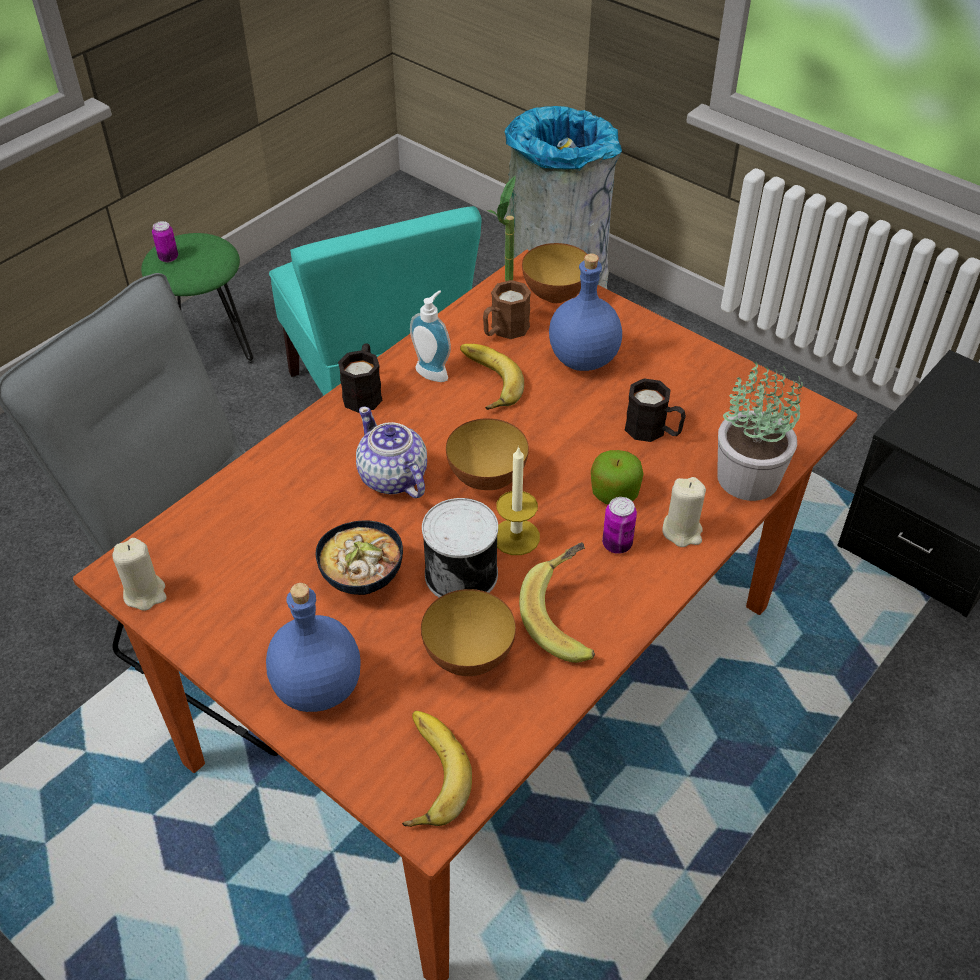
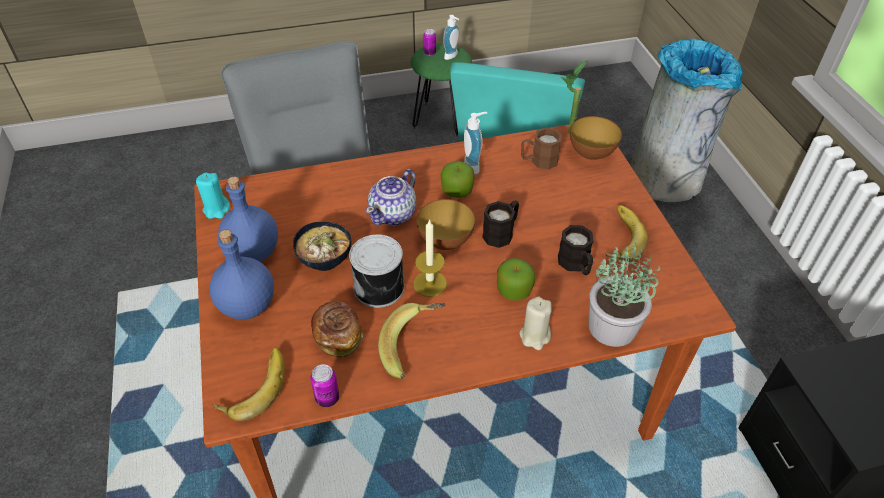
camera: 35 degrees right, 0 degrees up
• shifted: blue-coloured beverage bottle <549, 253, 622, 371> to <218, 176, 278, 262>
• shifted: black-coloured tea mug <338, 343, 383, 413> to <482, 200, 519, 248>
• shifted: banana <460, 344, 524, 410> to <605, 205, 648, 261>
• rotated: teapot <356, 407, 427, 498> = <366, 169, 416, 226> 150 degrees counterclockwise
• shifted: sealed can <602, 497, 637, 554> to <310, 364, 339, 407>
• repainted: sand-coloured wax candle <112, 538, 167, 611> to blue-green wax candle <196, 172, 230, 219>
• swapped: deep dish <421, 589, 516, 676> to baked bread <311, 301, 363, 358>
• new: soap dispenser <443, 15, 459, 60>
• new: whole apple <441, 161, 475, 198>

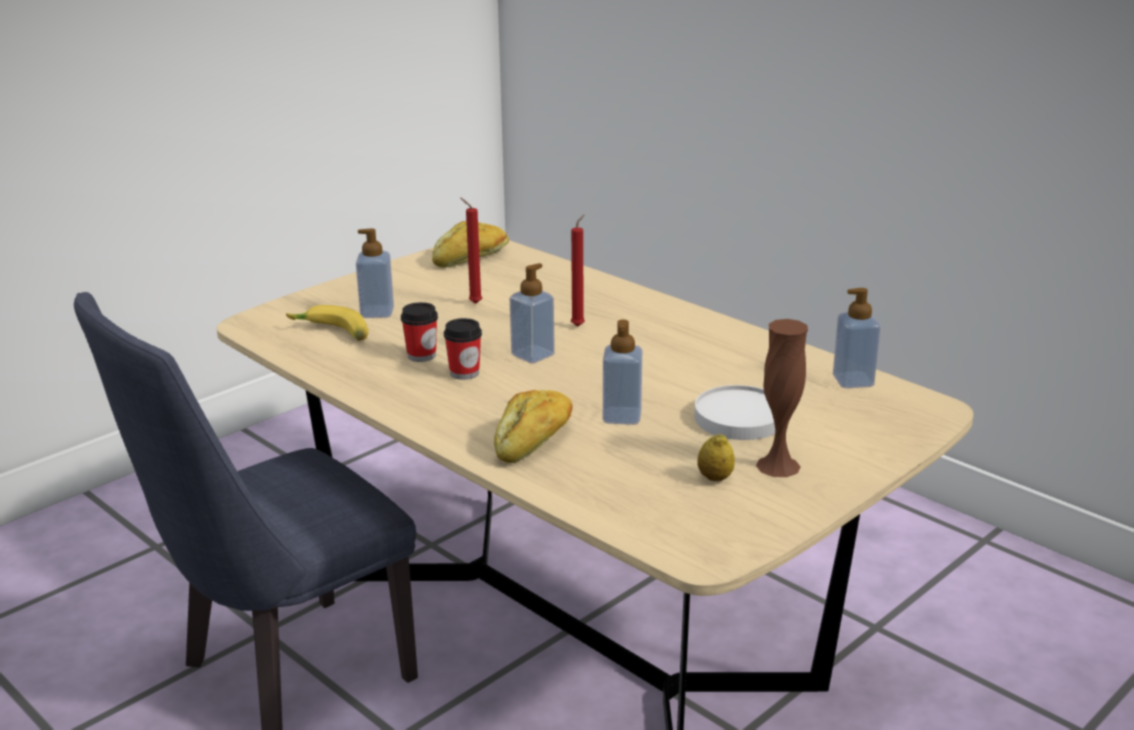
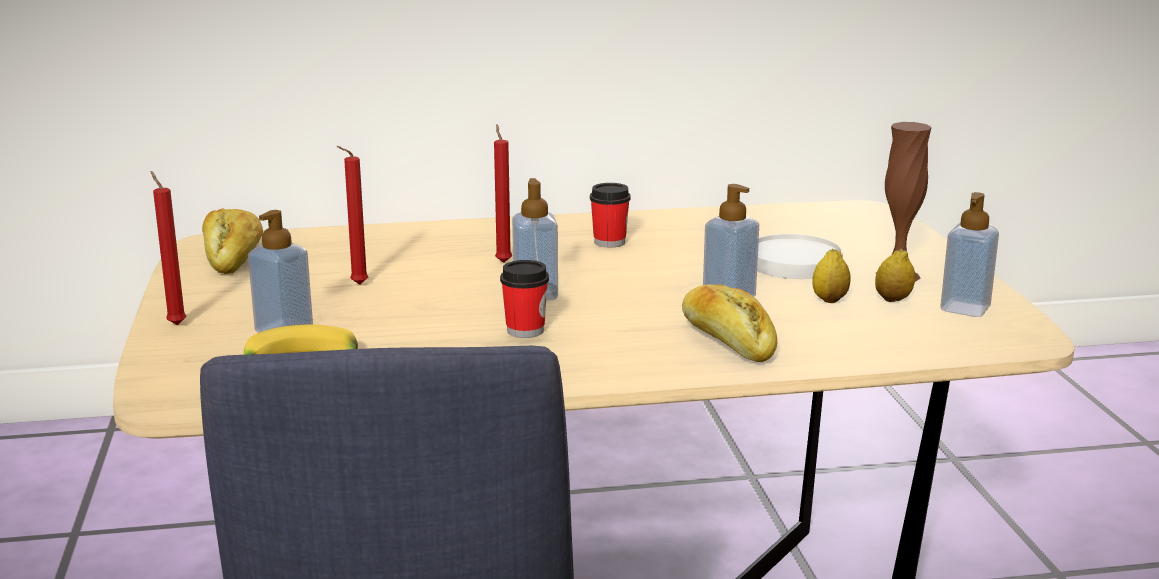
camera: 55 degrees left, 5 degrees down
• shifted: soap dispenser <833, 288, 881, 388> to <940, 192, 999, 317>
• shifted: small cup <401, 302, 438, 362> to <590, 183, 631, 248>
• new: red wax candle <151, 171, 187, 325>
• new: lemon <812, 249, 851, 303>

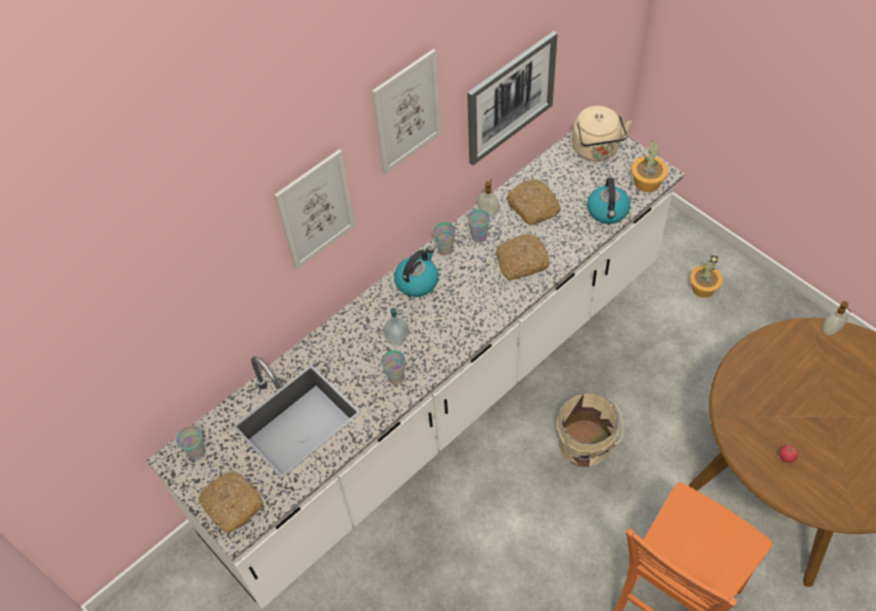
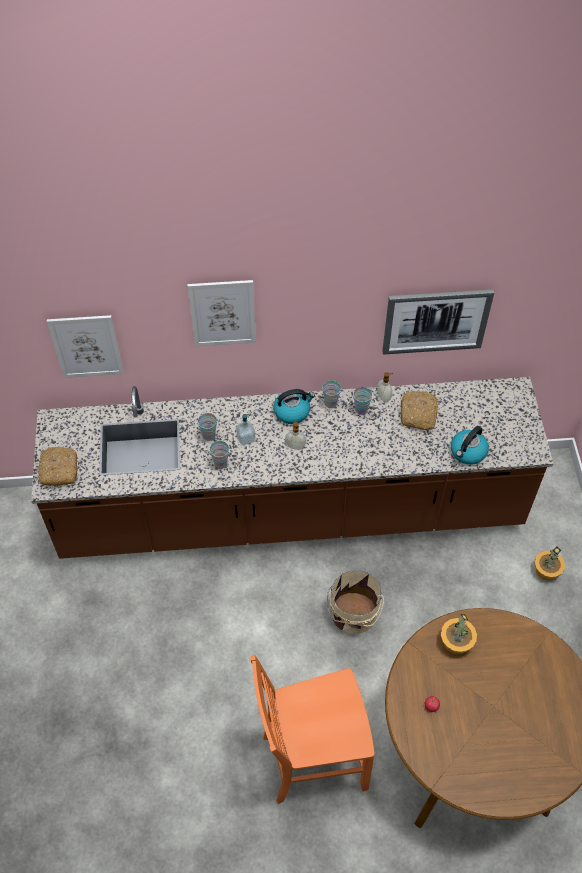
camera: 35 degrees right, 0 degrees up
• shifted: picture <372, 49, 441, 174> to <47, 315, 124, 378>
• gone: sand-coloured tea kettle <572, 106, 632, 162>
• repainted: white kitchen counter <147, 130, 685, 609> to brown kitchen counter <31, 377, 554, 559>
• shifted: plant in a pot <631, 140, 668, 193> to <441, 614, 477, 655>
• gone: baked bread <496, 234, 549, 280>
• shifted: soap dispenser <822, 301, 851, 336> to <285, 422, 307, 450>
• shifted: small cup <176, 426, 206, 460> to <198, 413, 217, 441>

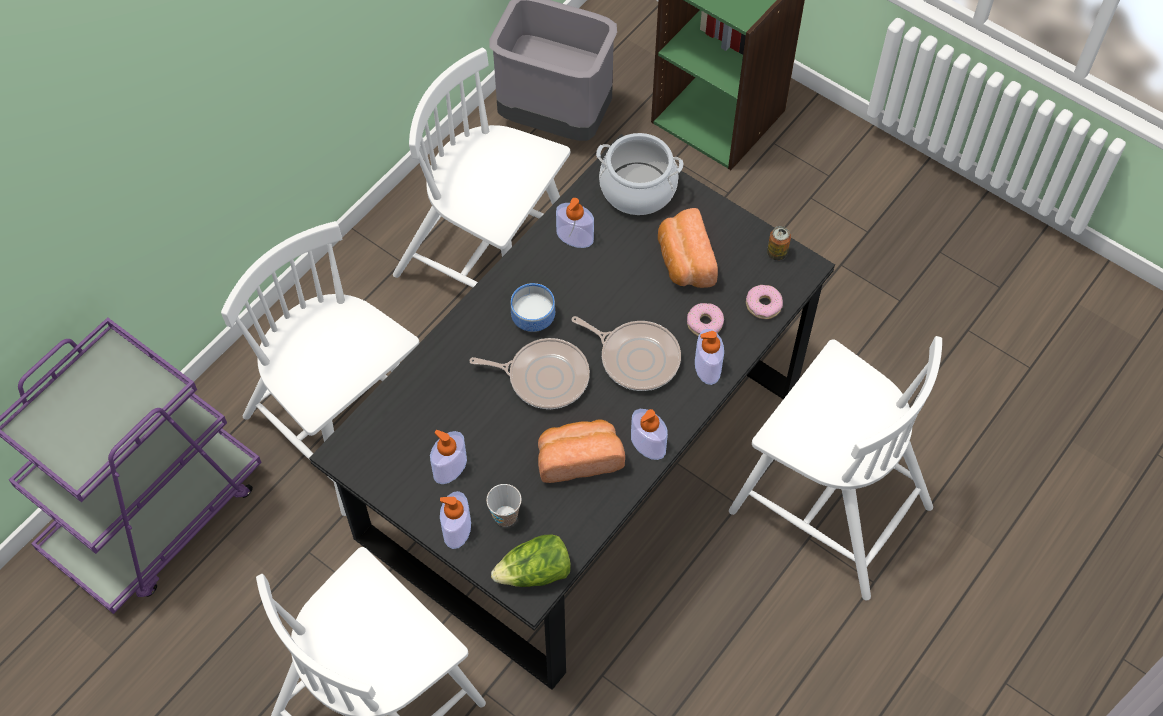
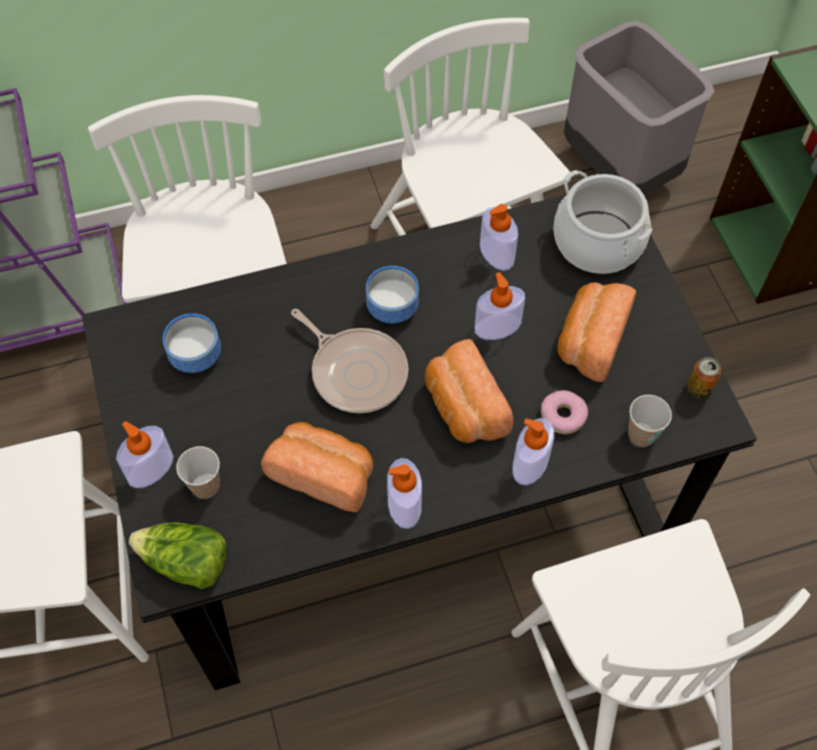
camera: 35 degrees right, 0 degrees up
• swapped: ring doughnut <746, 285, 783, 319> to small cup <628, 395, 672, 447>
• swapped: skillet <571, 316, 681, 391> to baked bread <425, 339, 514, 443>
• shifted: soap dispenser <430, 430, 467, 484> to <474, 272, 525, 340>
• new: deep dish <163, 314, 221, 373>

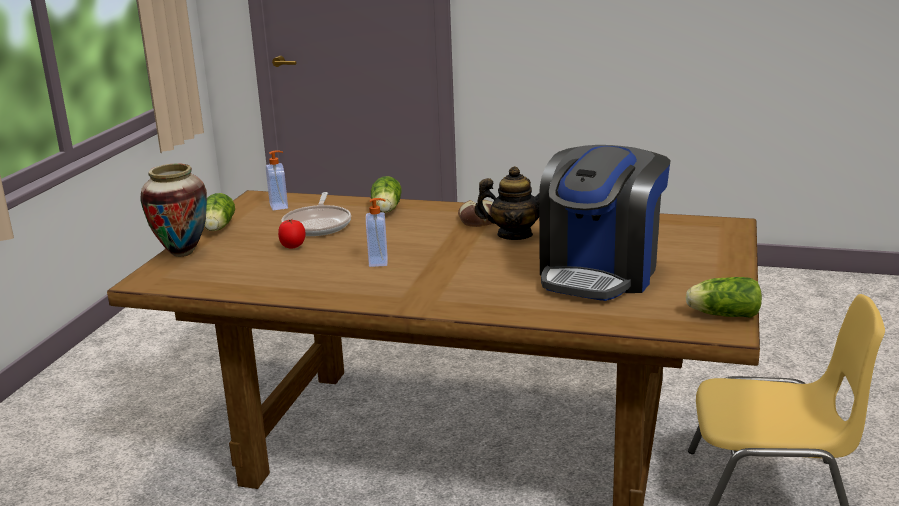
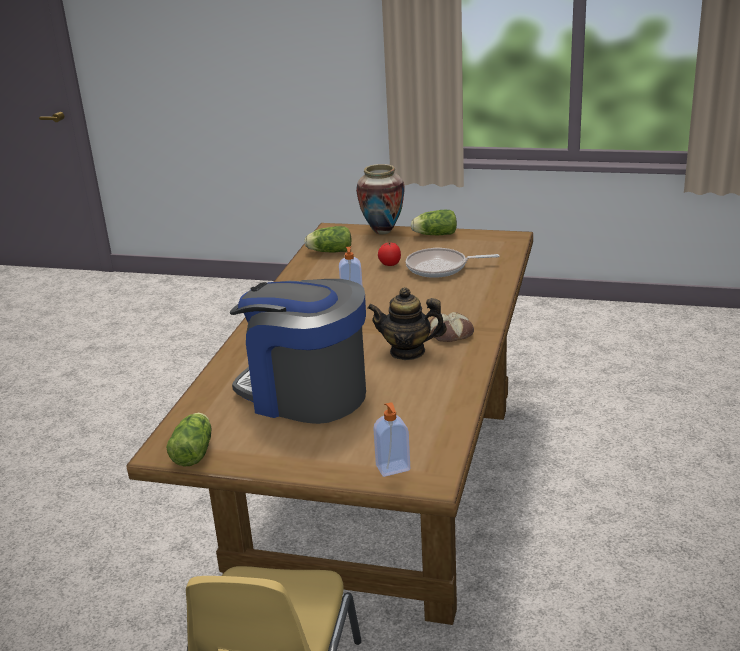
camera: 90 degrees right, 5 degrees up
• shifted: soap dispenser <266, 150, 288, 210> to <373, 402, 410, 477>
• rotated: teapot <474, 166, 539, 240> = <367, 287, 447, 360> 90 degrees clockwise
• shifted: head of lettuce <371, 176, 402, 213> to <304, 226, 352, 253>

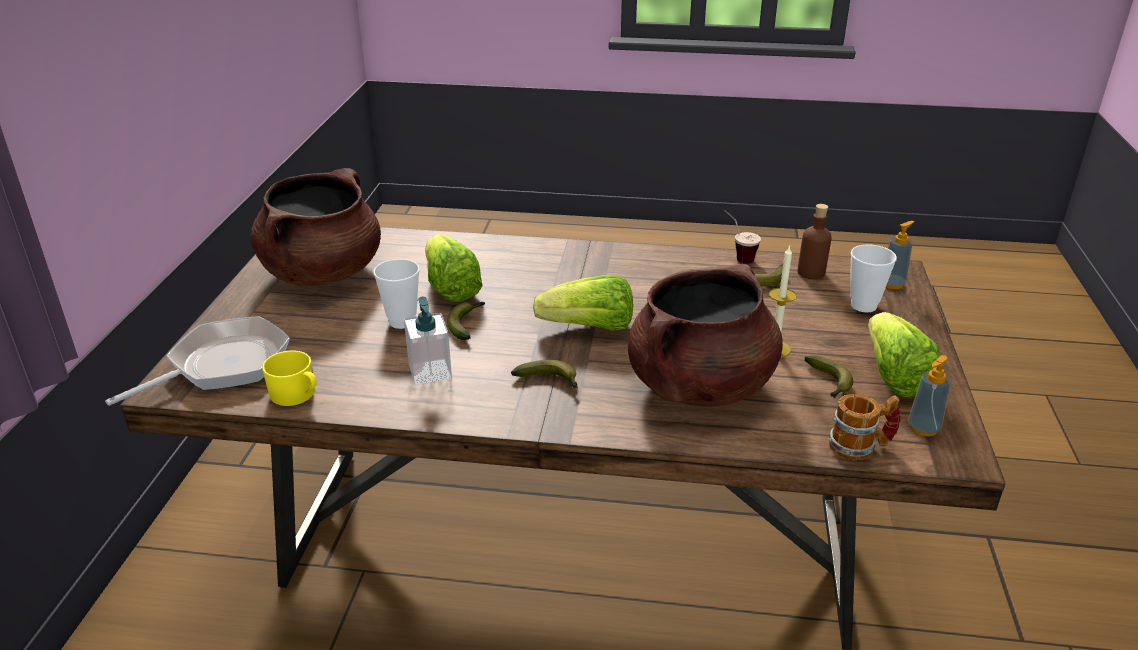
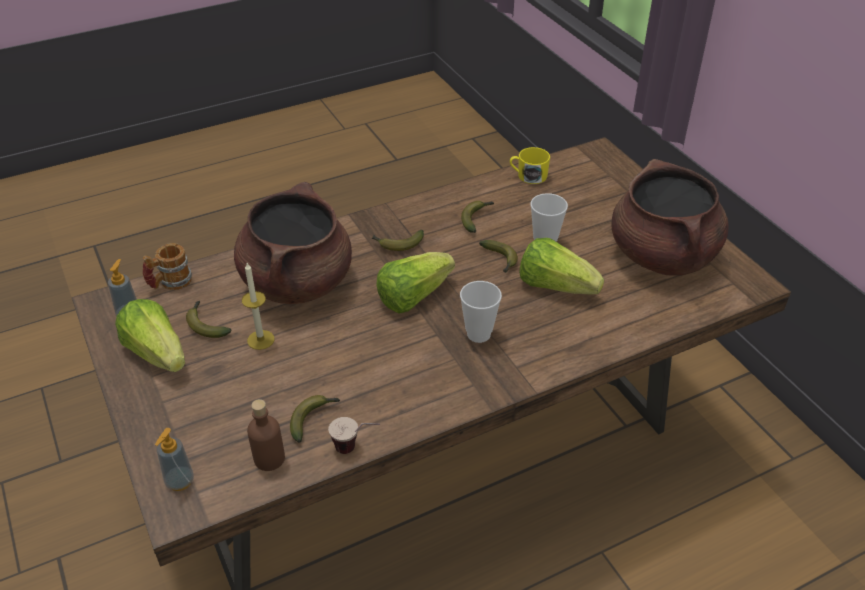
camera: 145 degrees right, 10 degrees up
• shifted: small cup <850, 244, 897, 312> to <460, 281, 502, 343>
• swapped: soap dispenser <404, 297, 452, 385> to banana <461, 201, 494, 233>
• gone: skillet <105, 316, 290, 406>

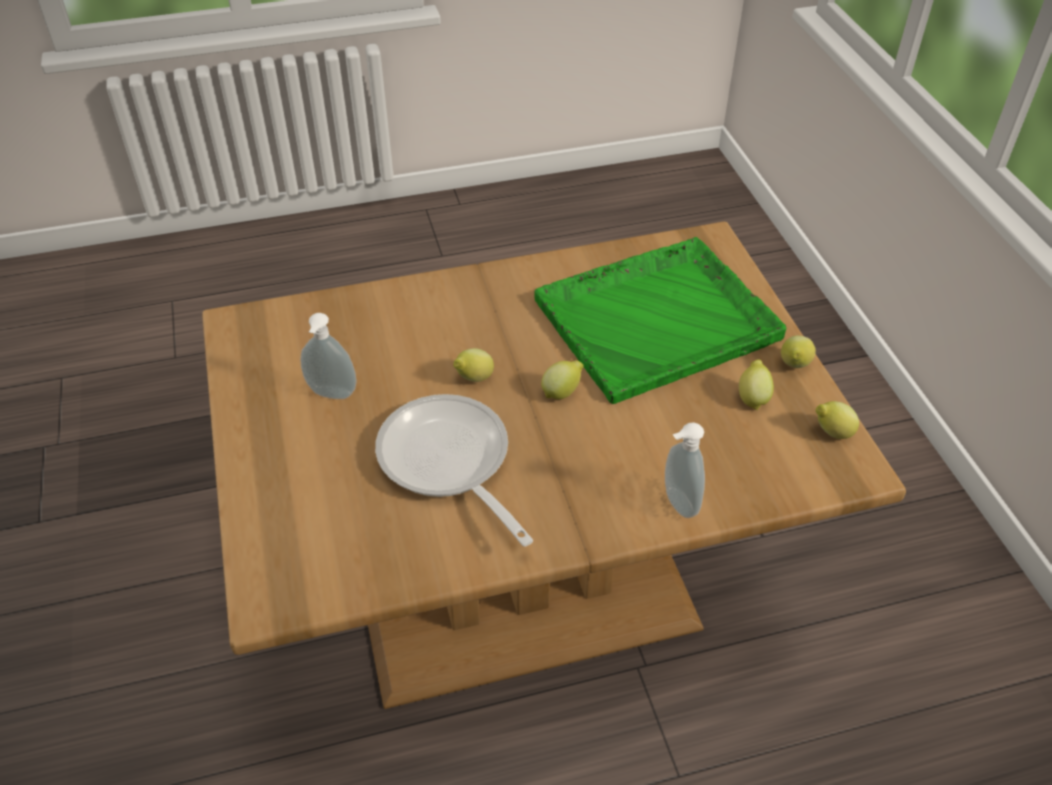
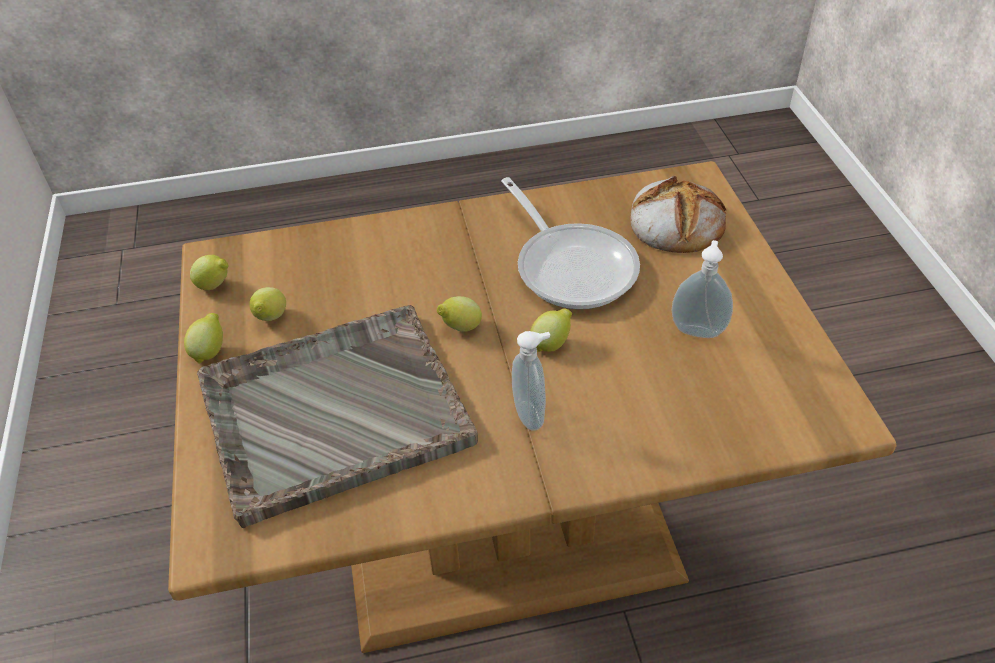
camera: 175 degrees left, 0 degrees up
• repainted: greenish tray <534, 237, 786, 404> to grey tray <197, 305, 478, 528>
• shifted: soap dispenser <665, 422, 705, 518> to <512, 331, 550, 431>
• new: baked bread <630, 176, 726, 253>

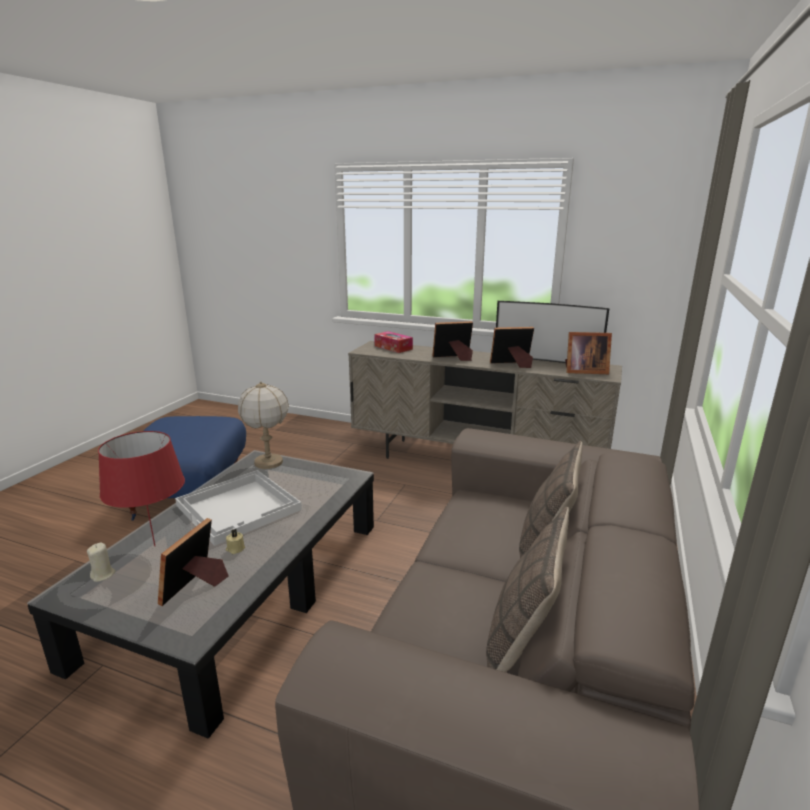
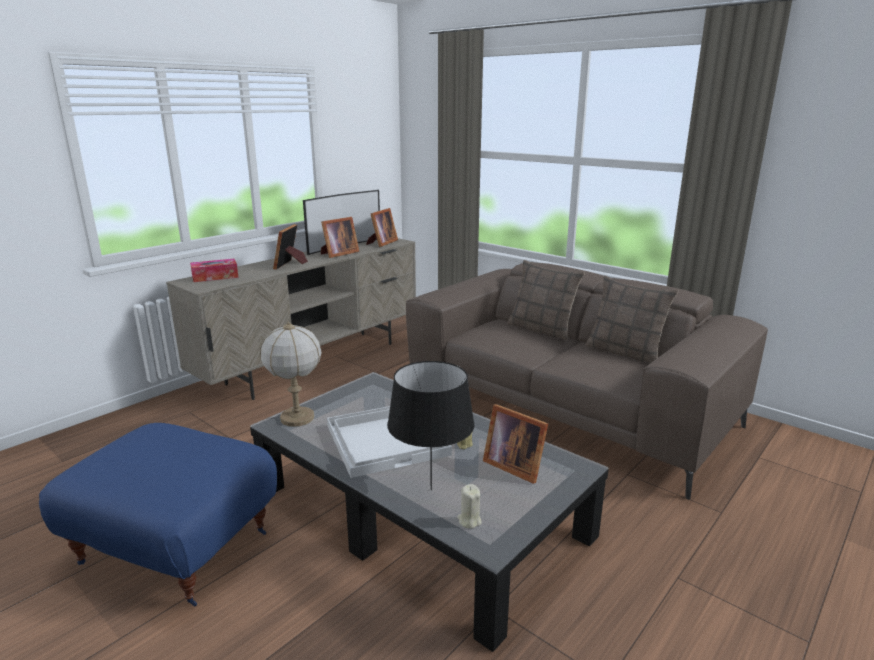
camera: 70 degrees left, 0 degrees up
• rotated: standing frame <490, 327, 534, 368> = <321, 217, 359, 258> 150 degrees counterclockwise
• repainted: red lamp for a table <98, 431, 185, 547> to black-coloured lamp for a table <387, 361, 474, 490>

